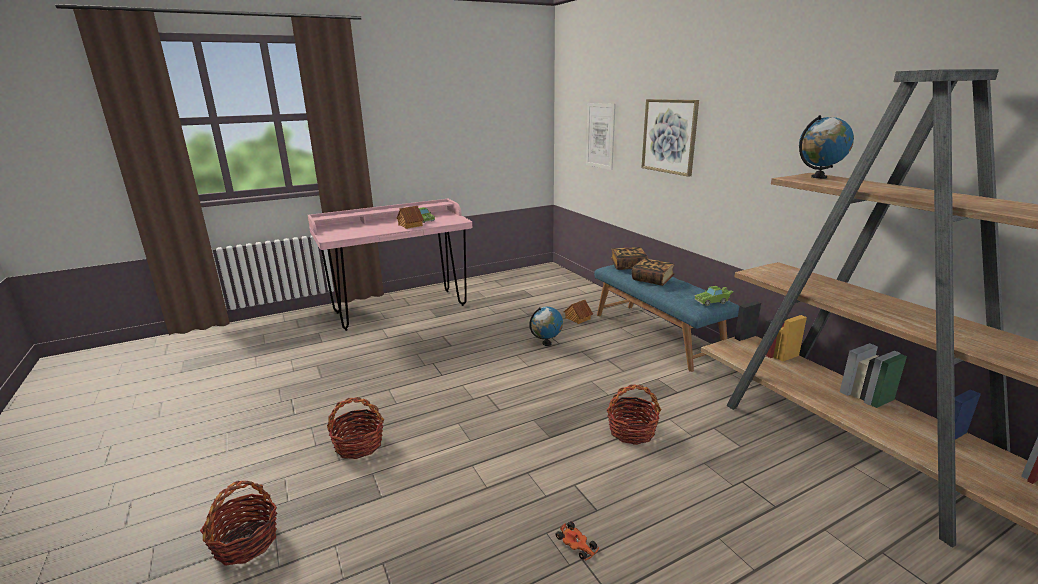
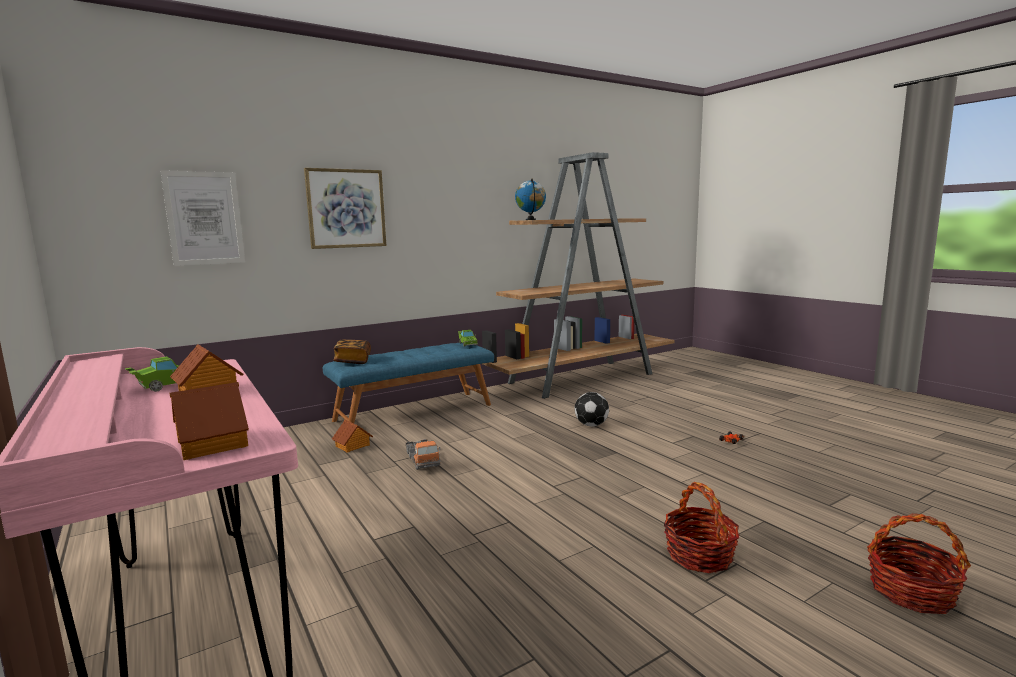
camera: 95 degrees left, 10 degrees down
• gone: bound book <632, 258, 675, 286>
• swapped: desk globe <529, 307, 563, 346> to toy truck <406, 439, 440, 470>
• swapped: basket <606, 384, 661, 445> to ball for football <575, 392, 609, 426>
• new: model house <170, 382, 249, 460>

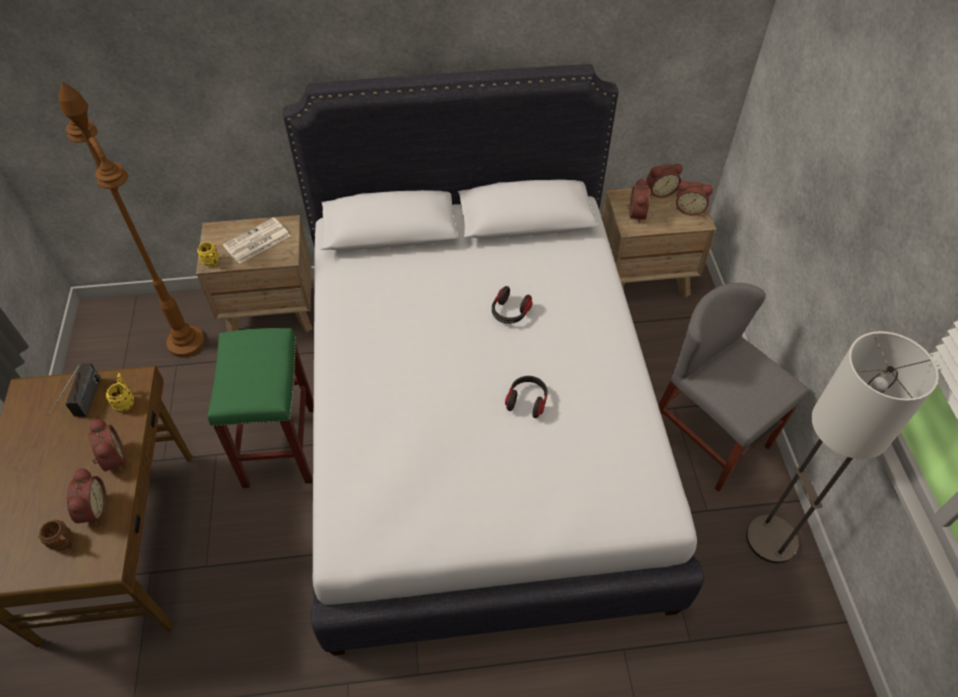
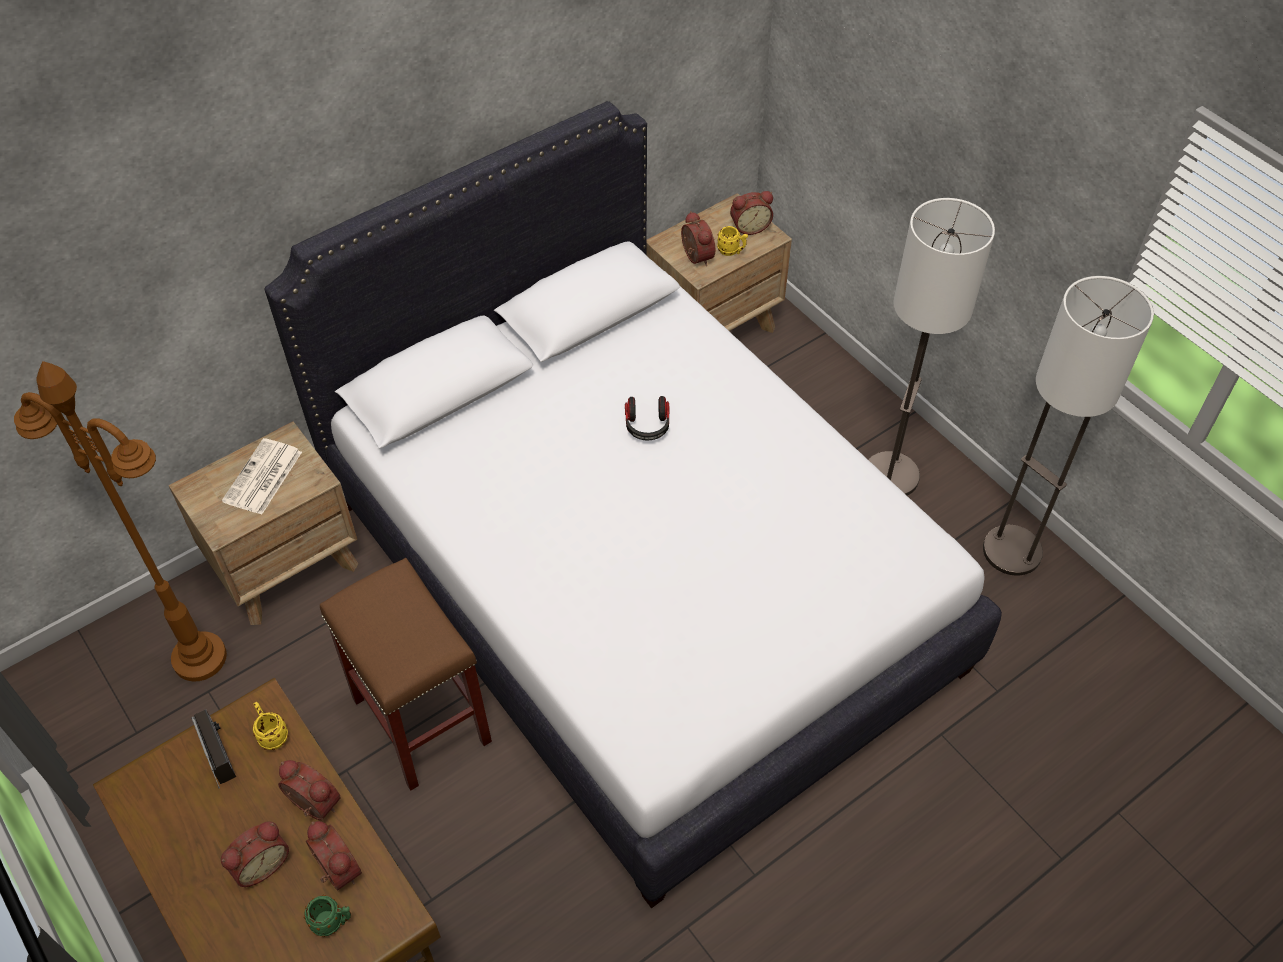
camera: 30 degrees left, 0 degrees up
• shifted: table clock <647, 164, 682, 198> to <221, 821, 289, 887>
• shifted: yellow tea mug <197, 242, 219, 267> to <717, 226, 748, 256>
• swapped: grey upright chair <658, 283, 808, 492> to standard lamp <868, 198, 995, 496>
• repainted: greenish sitting stool <207, 328, 314, 488> to brown sitting stool <320, 558, 492, 791>
• gone: headphones <505, 376, 548, 418>
• repainted: brown tea mug <38, 520, 73, 551> to greenish tea mug <304, 895, 351, 937>

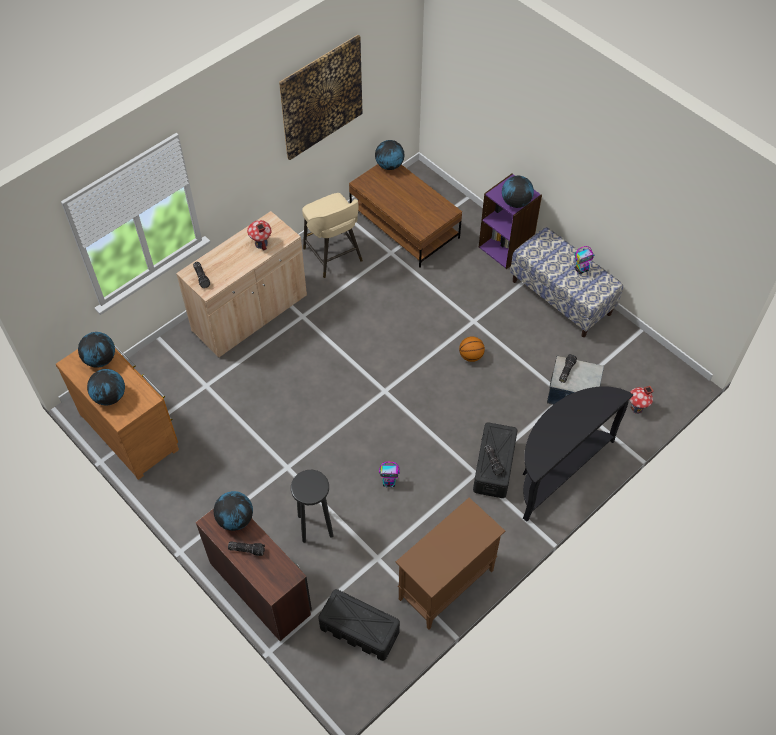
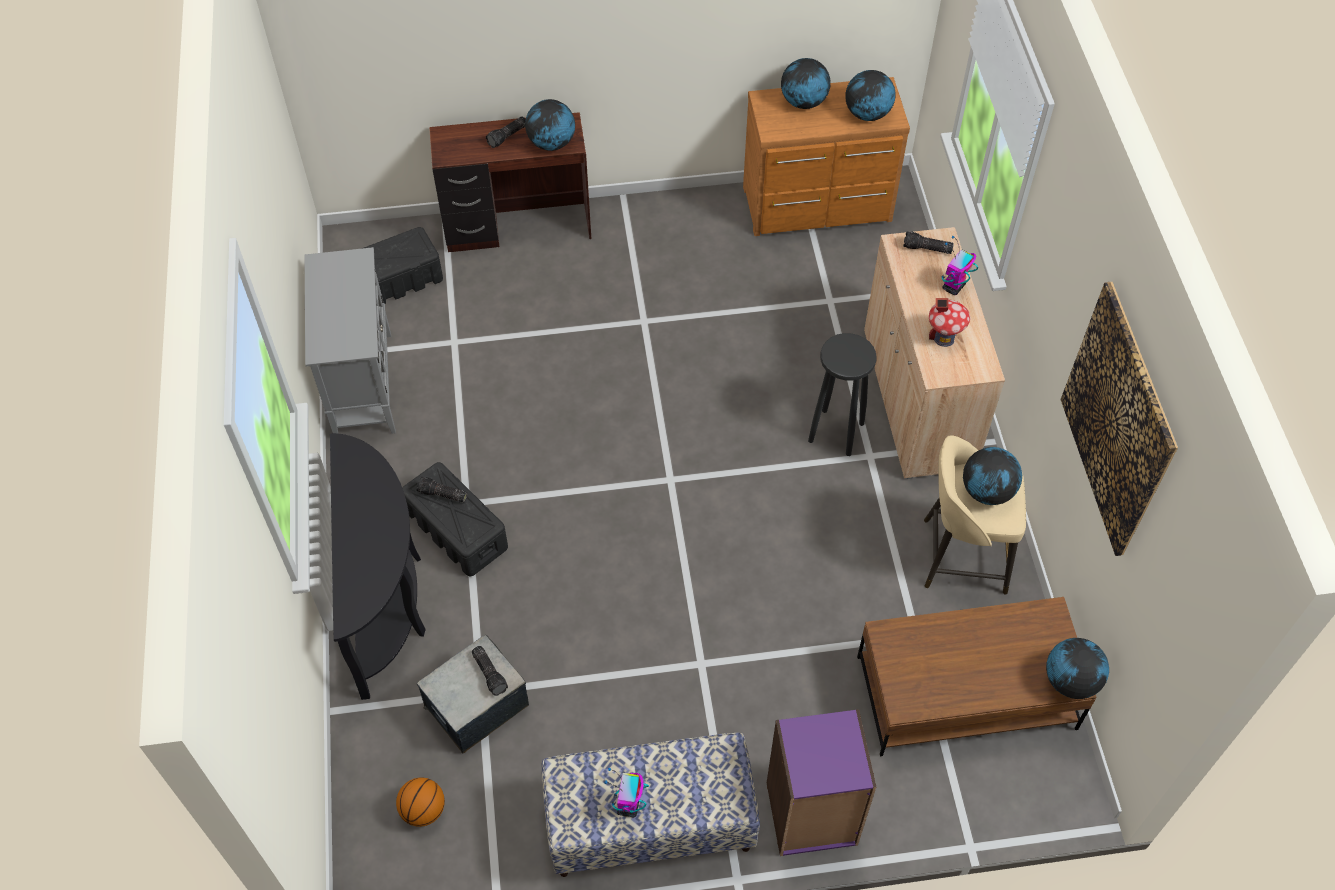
camera: 125 degrees right, 0 degrees up
• shifted: desk globe <502, 176, 534, 208> to <963, 447, 1022, 505>
• shifted: basketball ball <459, 336, 485, 362> to <396, 777, 445, 827>
• gone: model house <629, 386, 654, 414>
• shifted: model robot <379, 461, 400, 488> to <941, 236, 978, 295>
• shifted: black-coloured sitting stool <291, 470, 333, 543> to <808, 333, 877, 456>
• repainted: brown cupboard <396, 498, 505, 630> to grey cupboard <305, 247, 396, 434>

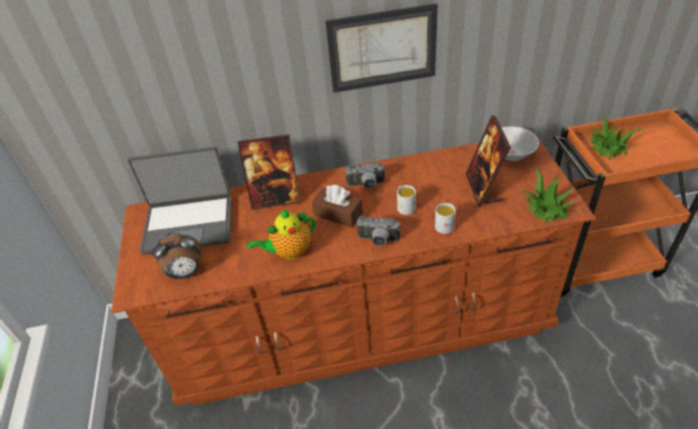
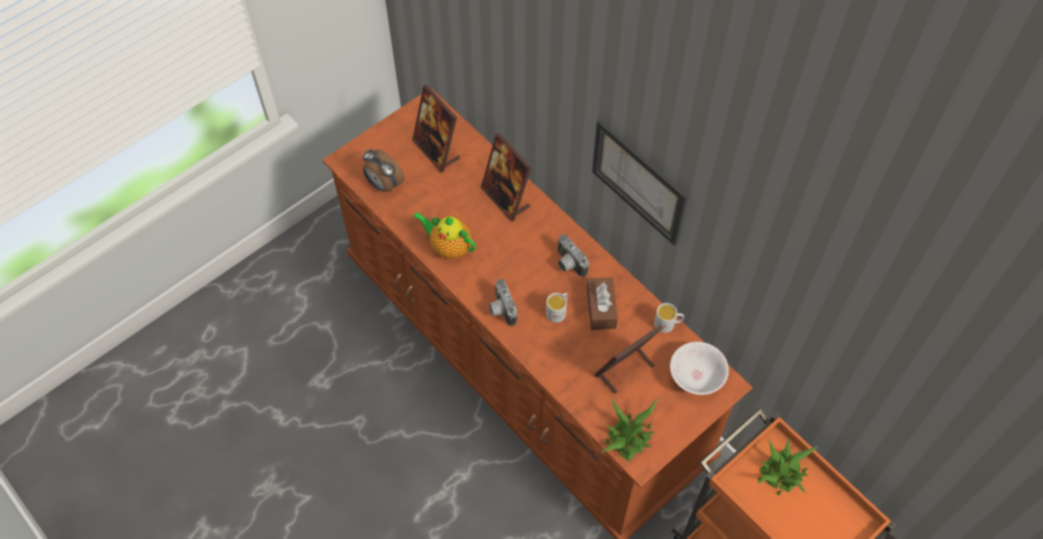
camera: 55 degrees right, 15 degrees up
• swapped: portable computer <128, 147, 232, 254> to standing frame <412, 85, 460, 172>
• shifted: brown tissue box <312, 185, 363, 228> to <587, 278, 618, 330>
• shifted: white tea mug <435, 203, 456, 234> to <654, 303, 684, 333>

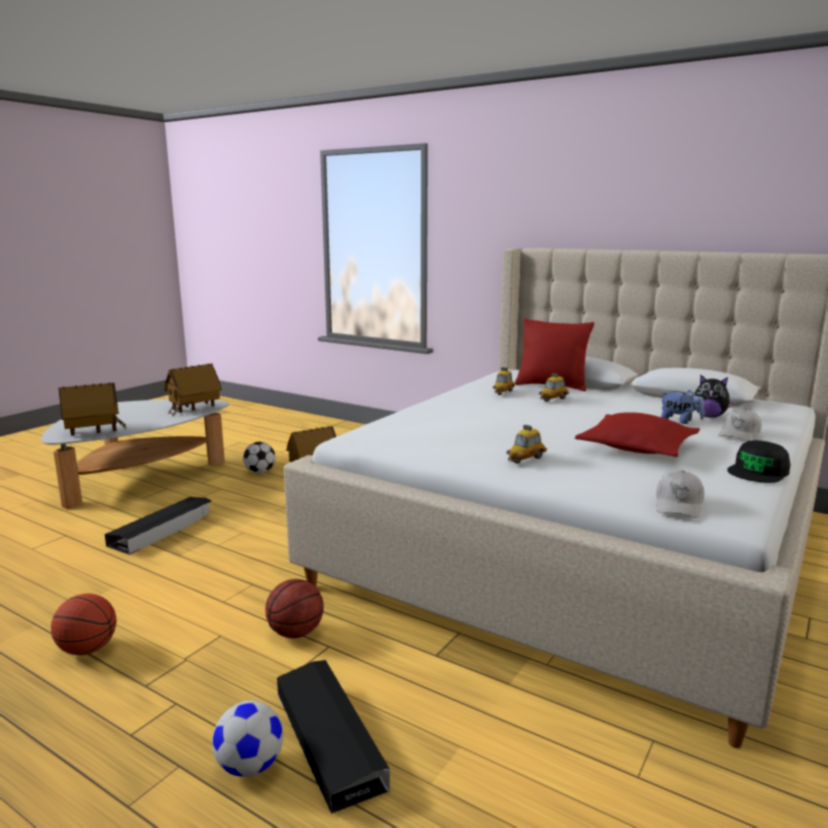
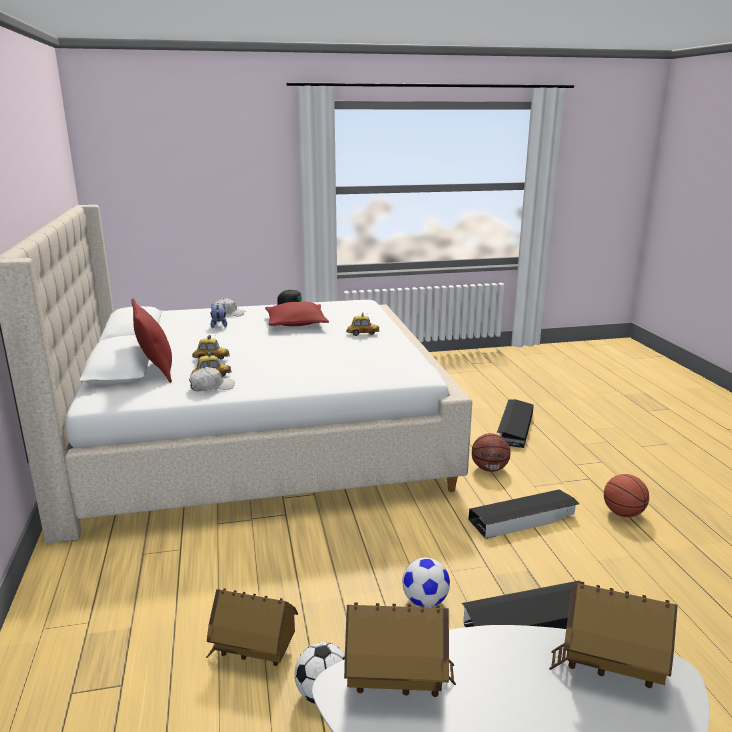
camera: 135 degrees left, 5 degrees up
• gone: plush toy <695, 375, 733, 418>
• shifted: white baseball cap <656, 471, 704, 518> to <189, 367, 235, 391>
• shifted: ball for football <212, 700, 283, 777> to <402, 557, 450, 608>
• new: black-coloured storage container <469, 490, 579, 539>

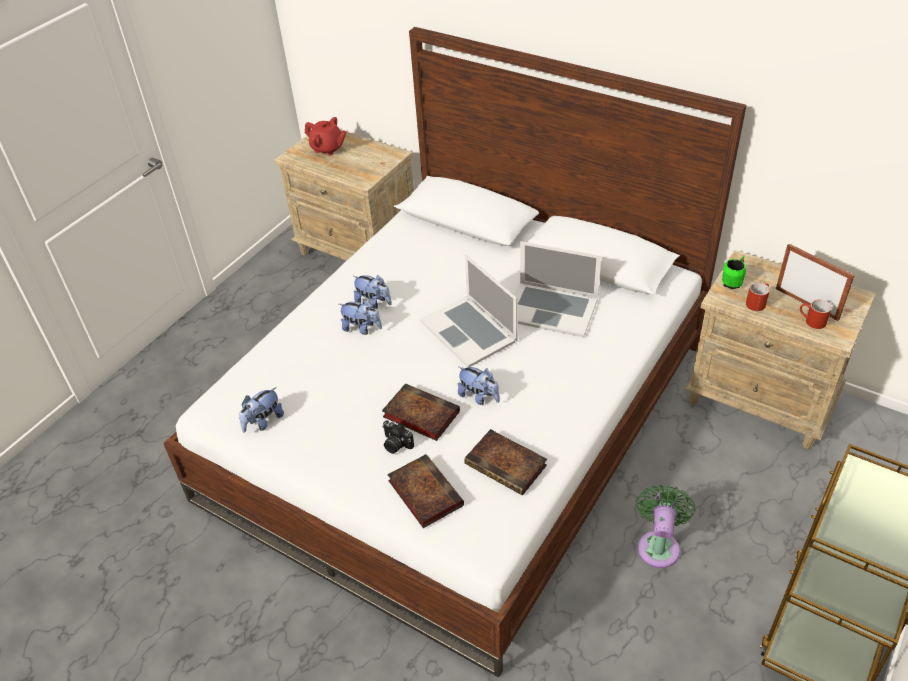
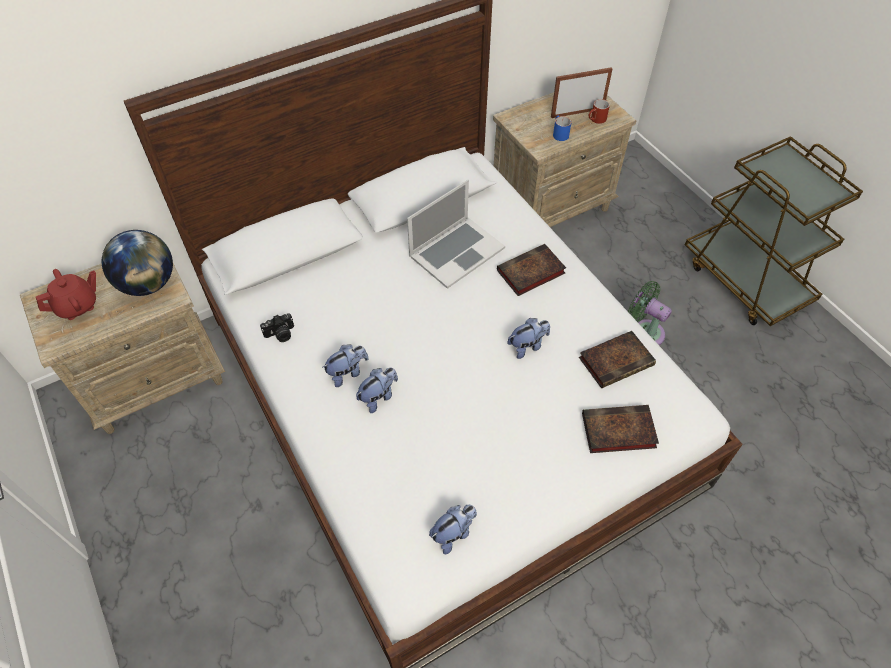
camera: 65 degrees left, 10 degrees up
• gone: portable computer <420, 255, 518, 367>
• gone: greenish tea mug <722, 256, 746, 289>
• repainted: red tea mug <746, 282, 770, 311> to blue-coloured tea mug <553, 116, 571, 141>
• shifted: bound book <382, 383, 460, 441> to <497, 244, 566, 296>
• rotated: plush toy <239, 387, 284, 433> = <429, 505, 477, 554> 105 degrees counterclockwise
• shifted: still camera <382, 420, 414, 454> to <260, 313, 294, 342>
• new: desk globe <102, 230, 173, 296>

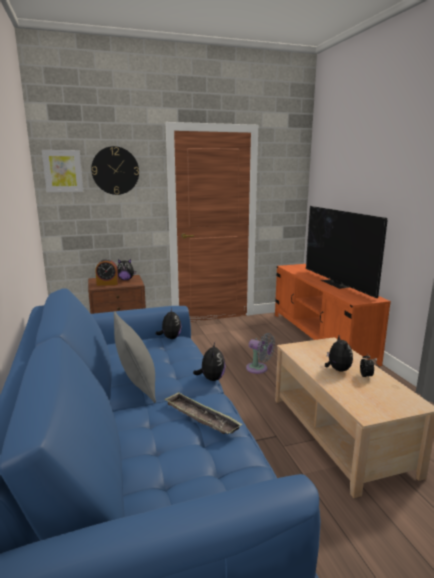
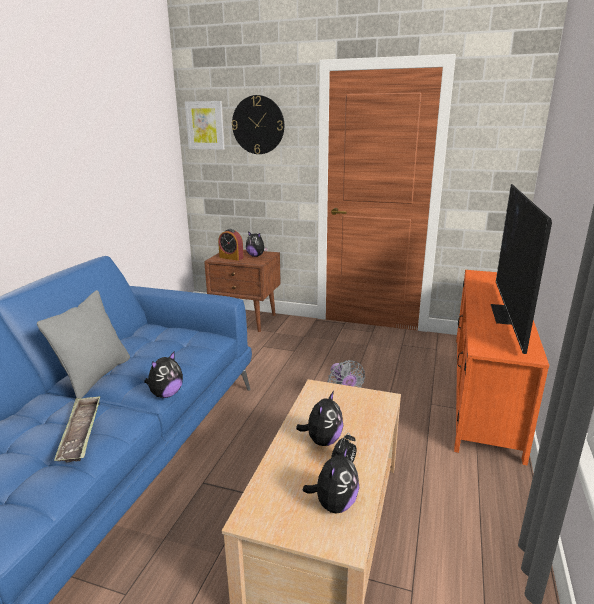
camera: 35 degrees right, 5 degrees up
• shifted: plush toy <156, 308, 182, 339> to <303, 446, 359, 513>

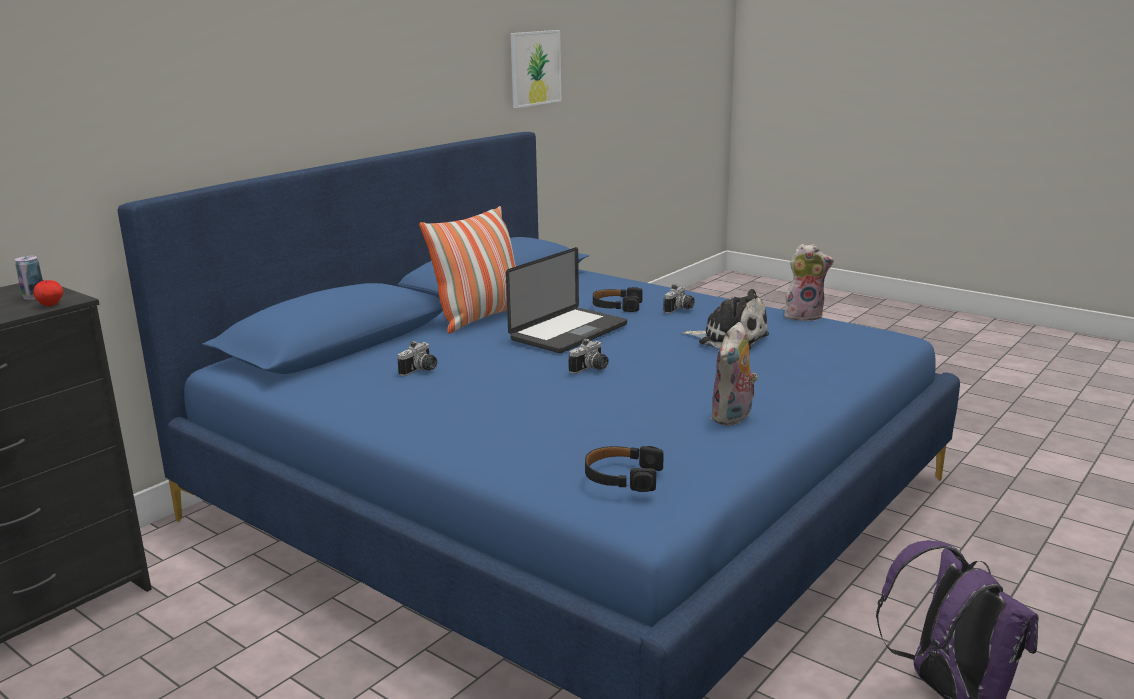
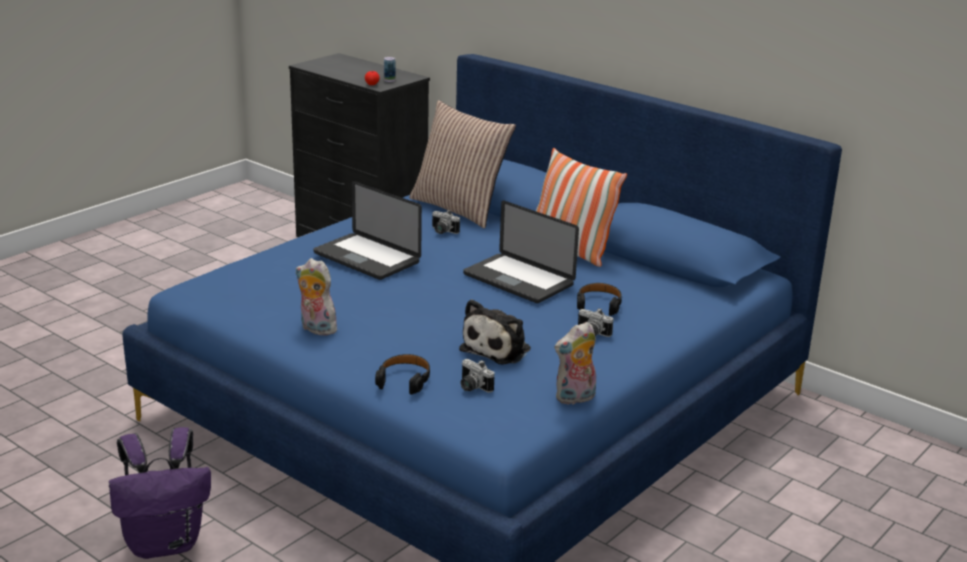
camera: 90 degrees right, 5 degrees up
• gone: picture <511, 30, 561, 108>
• rotated: plush toy <784, 244, 834, 321> = <554, 322, 596, 405> 60 degrees clockwise
• shifted: still camera <569, 339, 609, 374> to <460, 359, 494, 393>
• shifted: black-coloured headphones <585, 446, 664, 492> to <375, 354, 430, 395>
• new: throw pillow <409, 100, 516, 228>
• new: portable computer <313, 181, 422, 280>

